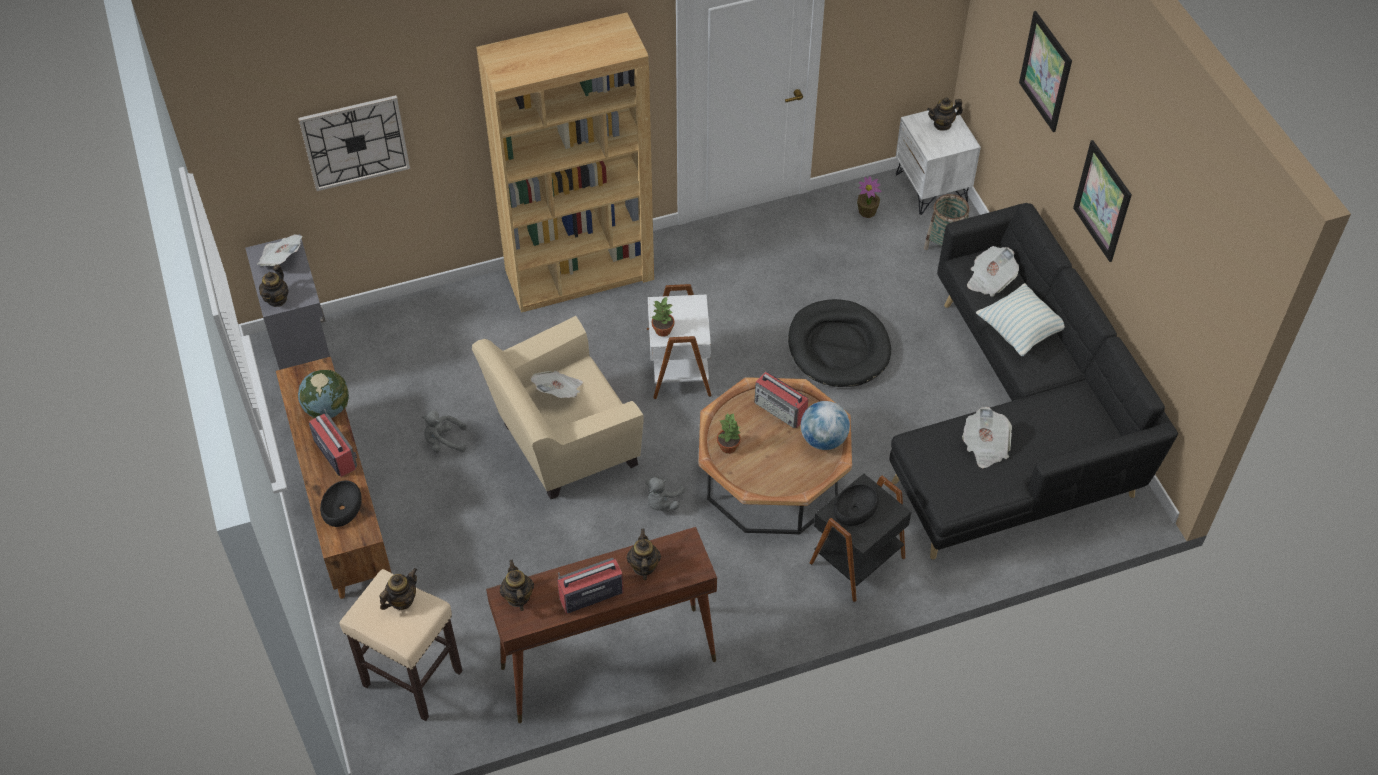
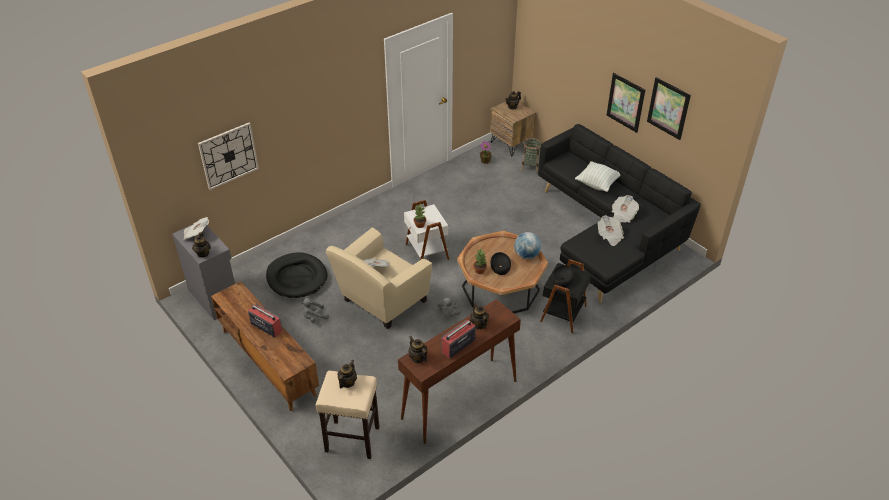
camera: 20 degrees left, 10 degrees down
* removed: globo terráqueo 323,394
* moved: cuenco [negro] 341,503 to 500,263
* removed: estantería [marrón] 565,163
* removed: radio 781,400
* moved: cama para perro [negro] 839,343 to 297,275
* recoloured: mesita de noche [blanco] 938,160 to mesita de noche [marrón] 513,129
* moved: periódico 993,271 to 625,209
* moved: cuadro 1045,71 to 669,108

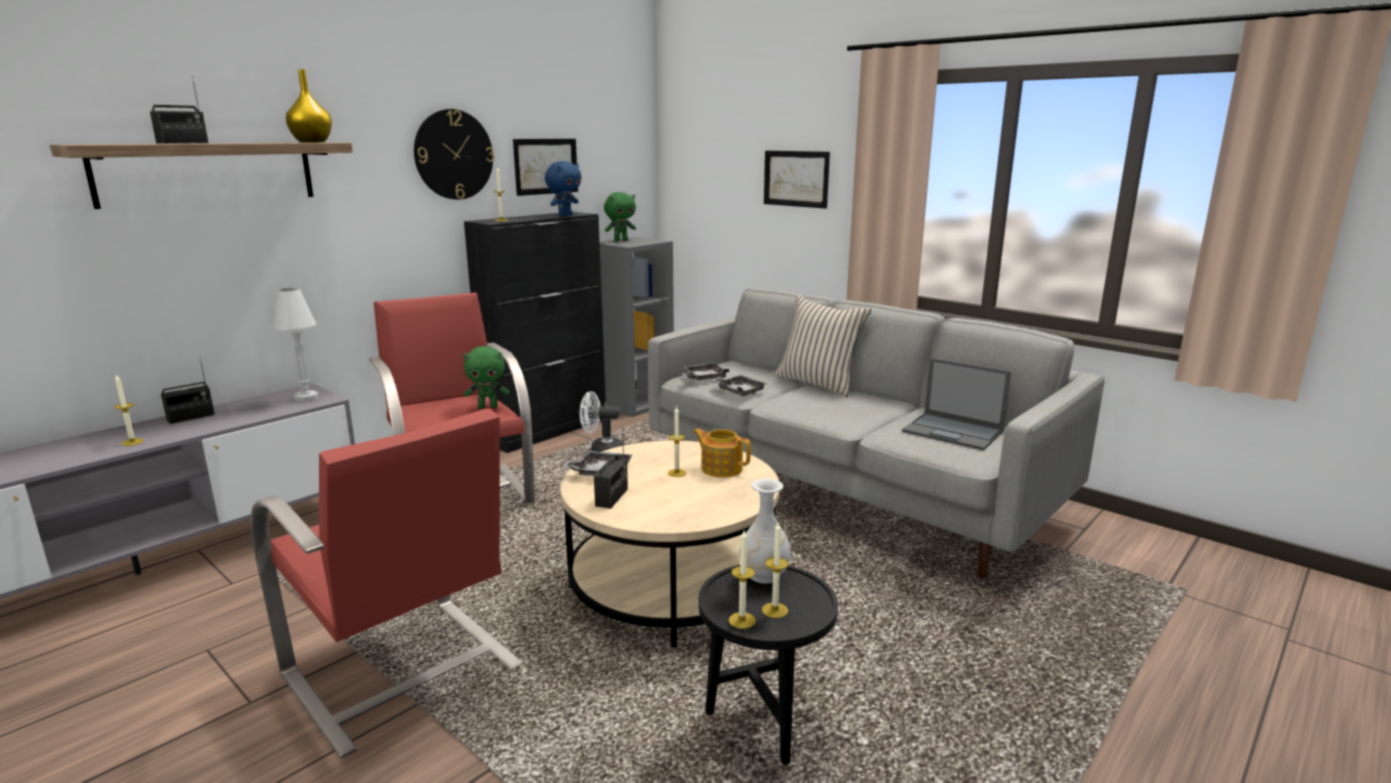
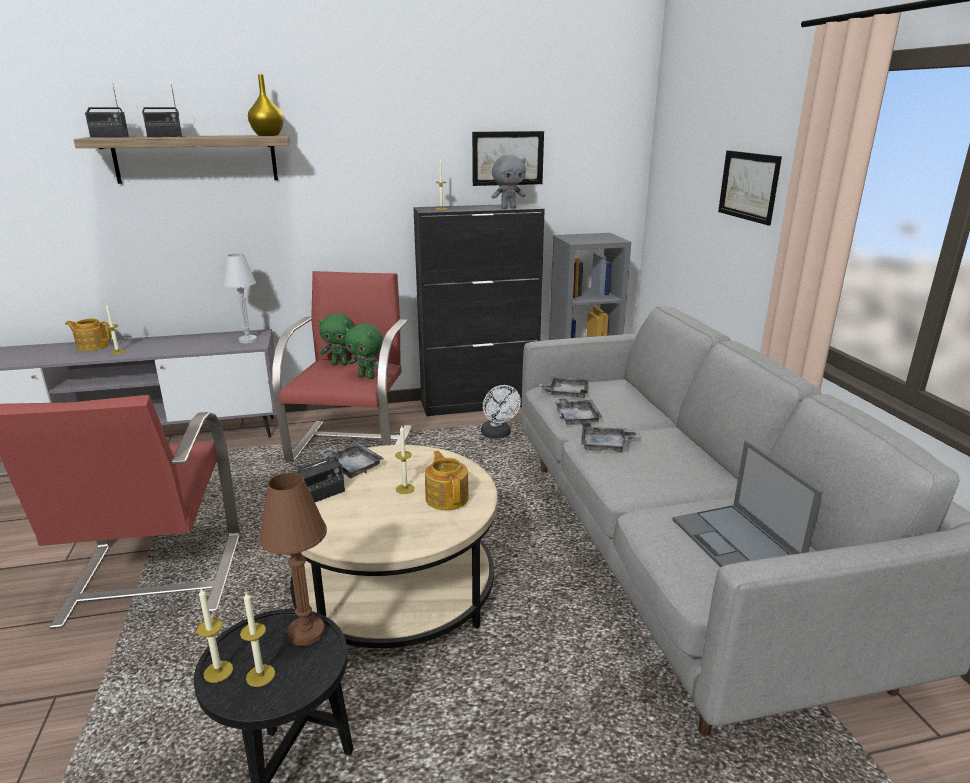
camera: 35 degrees right, 5 degrees up
* moved: radio 188,391 to 107,112
* removed: reloj de pared 454,154
* recoloured: peluche [azul] 563,188 to peluche [gris] 509,182
* turned: ventilador [blanco] 601,421 = 501,412 150 degrees counterclockwise
* moved: peluche [verde] 620,216 to 337,339
* replaced: florero [blanco] 765,531 to lámpara de mesa [marrón] 293,559
* removed: cojín [beis] 823,346
* added: tetera 88,335
* added: bandeja [gris] 610,437

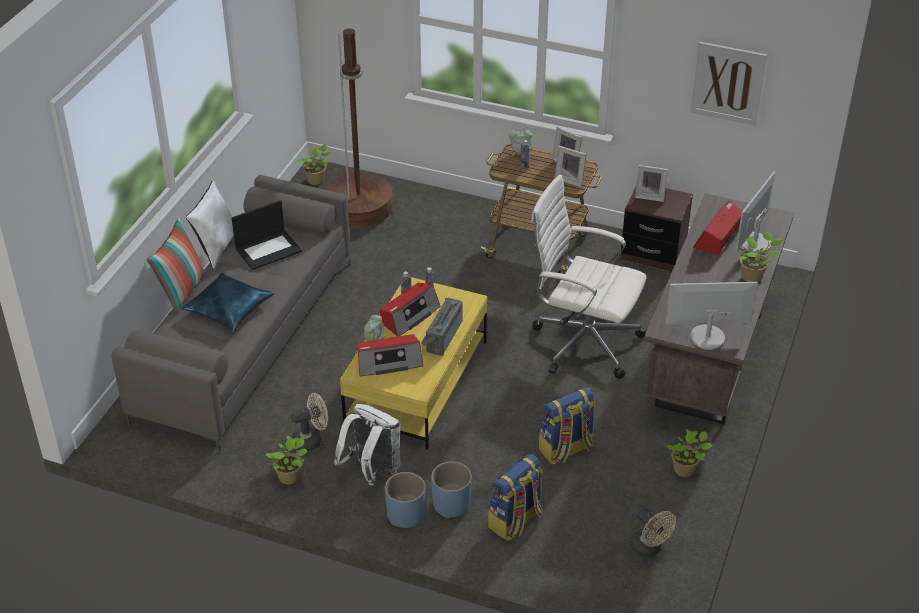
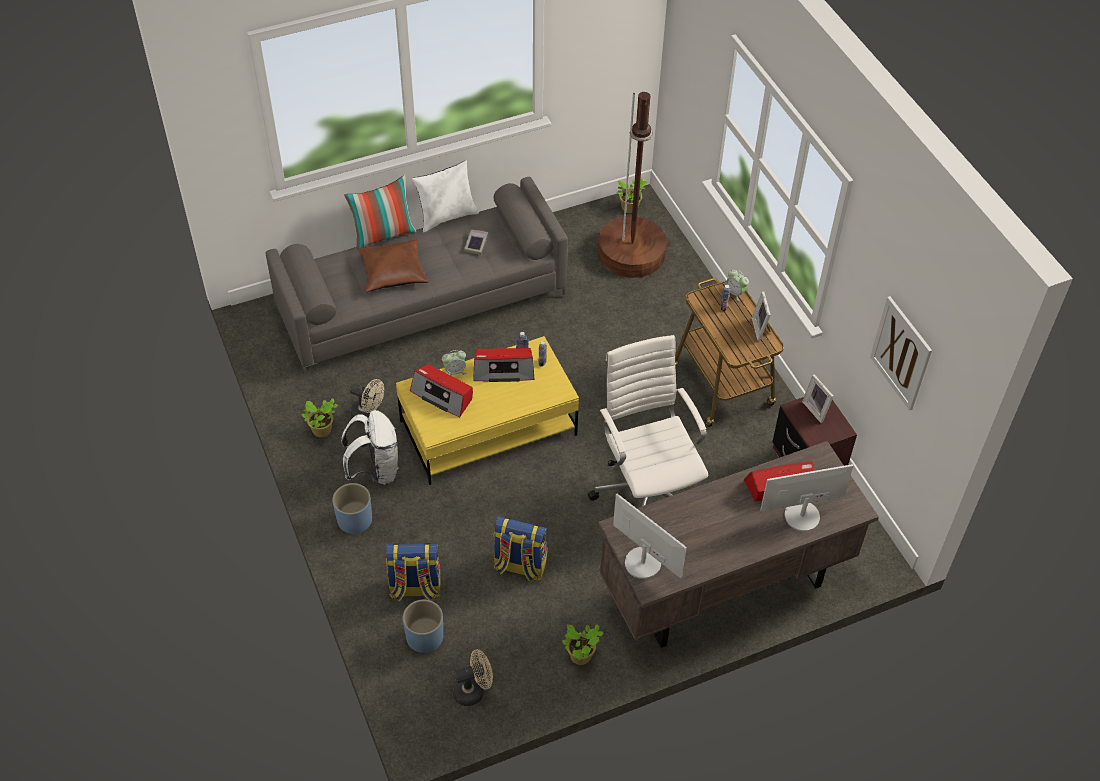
camera: 45 degrees right, 10 degrees up
* recoloured: cojín [azul] 228,302 to cojín [marrón] 393,266
* replaced: portátil 267,235 to libro 476,242
* removed: radio 441,327
* moved: maceta [azul] 451,489 to 423,626
* removed: portarretratos 571,166
* turned: ventilador [beis] 652,532 = 473,677 120 degrees counterclockwise
* removed: planta en maceta 760,256

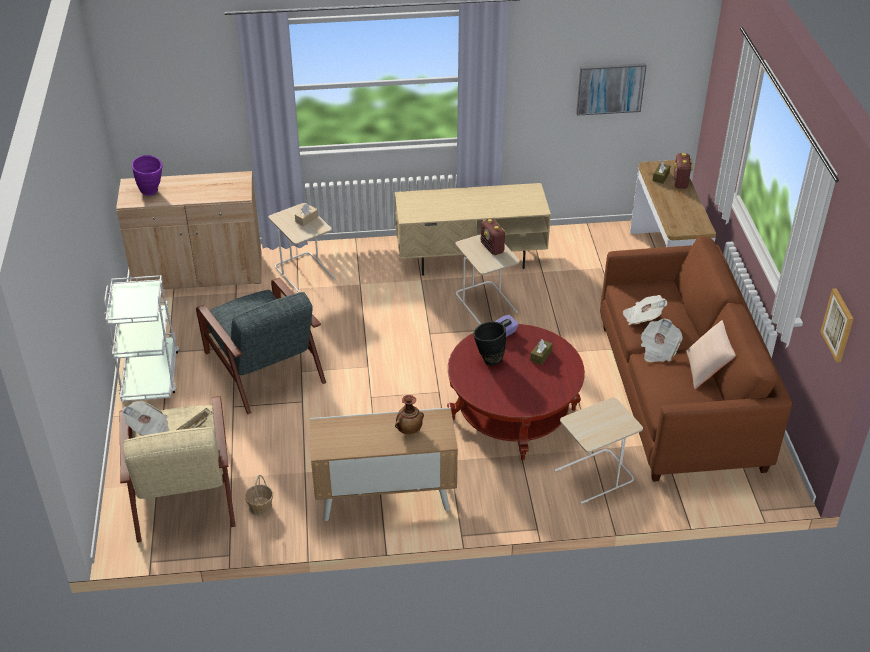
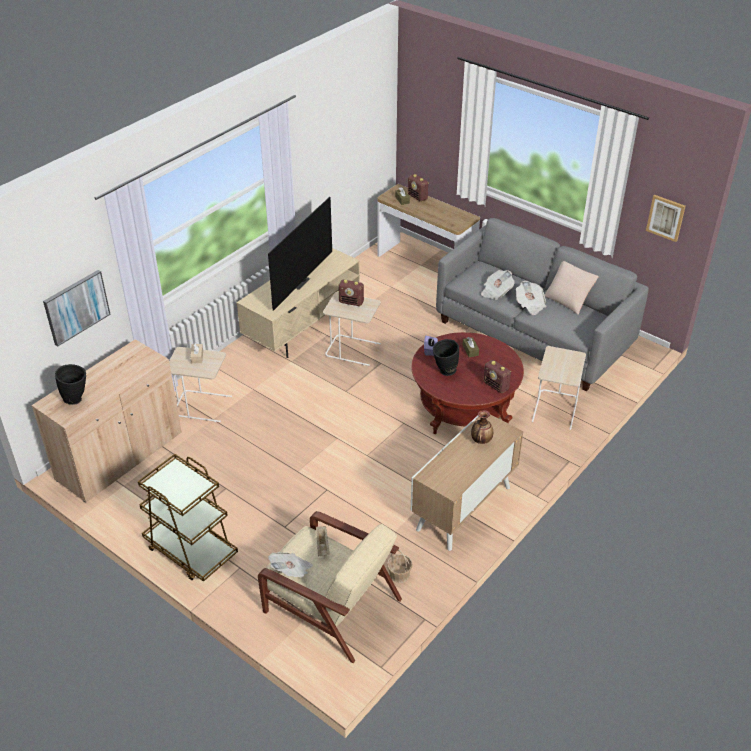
camera: 45 degrees left, 0 degrees up
* recoloured: carrito [blanco] 141,338 to carrito [marrón] 188,518
* recoloured: florero [morado] 147,175 to florero [negro] 70,384
* removed: sillón [gris] 261,346
* moved: cuadro 611,89 to 77,308
* recoloured: sofá [marrón] 696,359 to sofá [gris] 542,304
* added: televisor 300,254
* added: radio 497,376

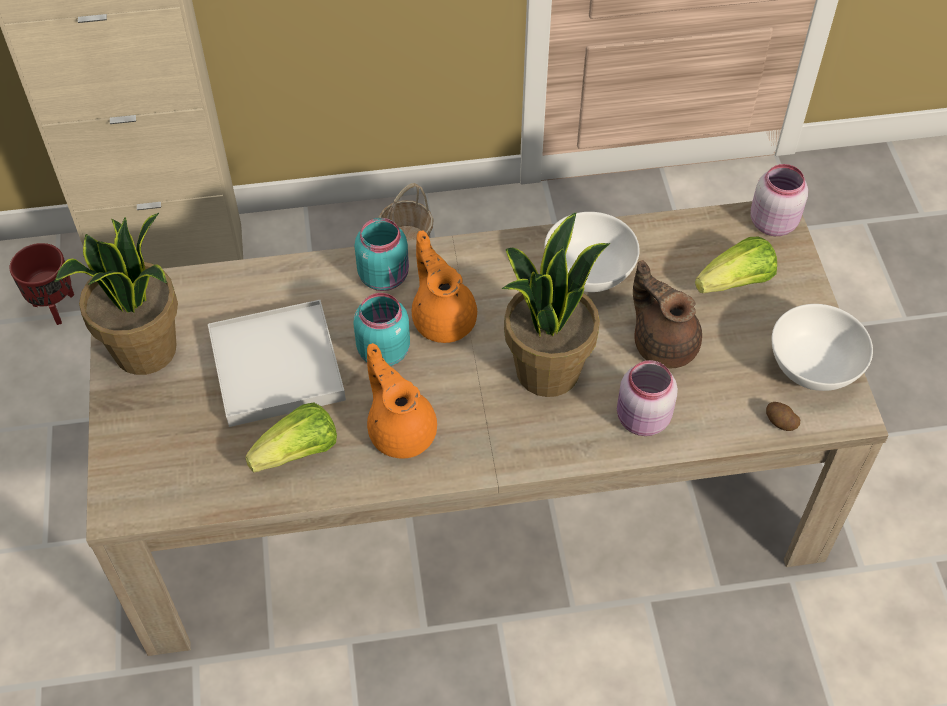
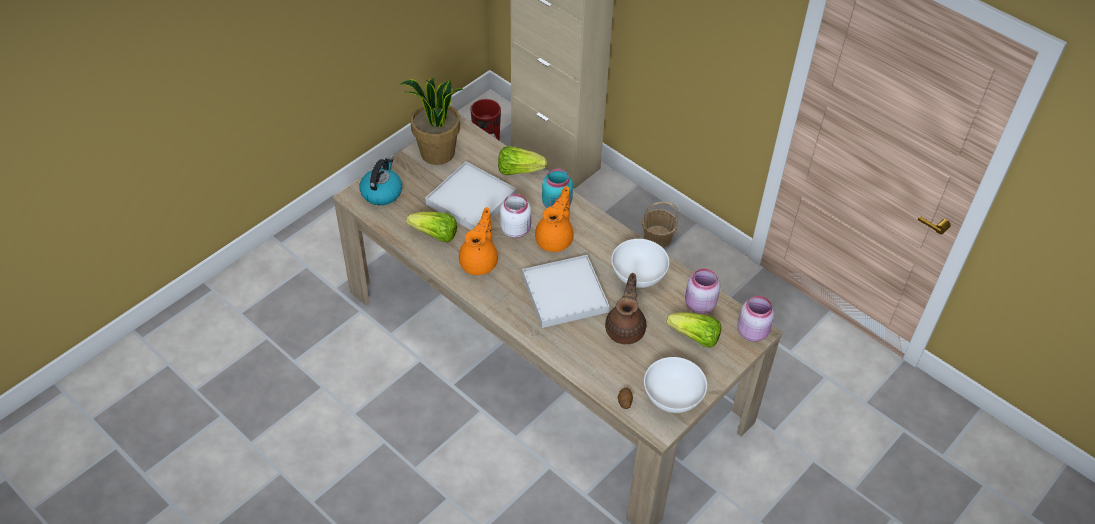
camera: 50 degrees right, 5 degrees down
* recoloured: tarro [turquesa] 381,329 to tarro [blanco] 515,216
* replaced: planta en maceta 555,304 to bandeja [blanco] 565,291
* moved: tarro [rosa] 647,398 to 702,291
* added: hervidor 380,181
* added: lechuga 522,160

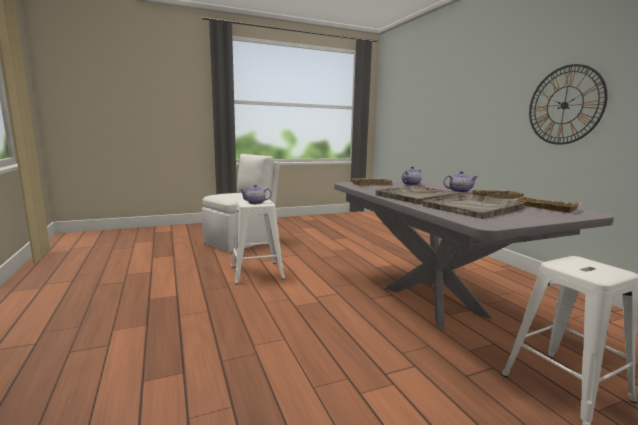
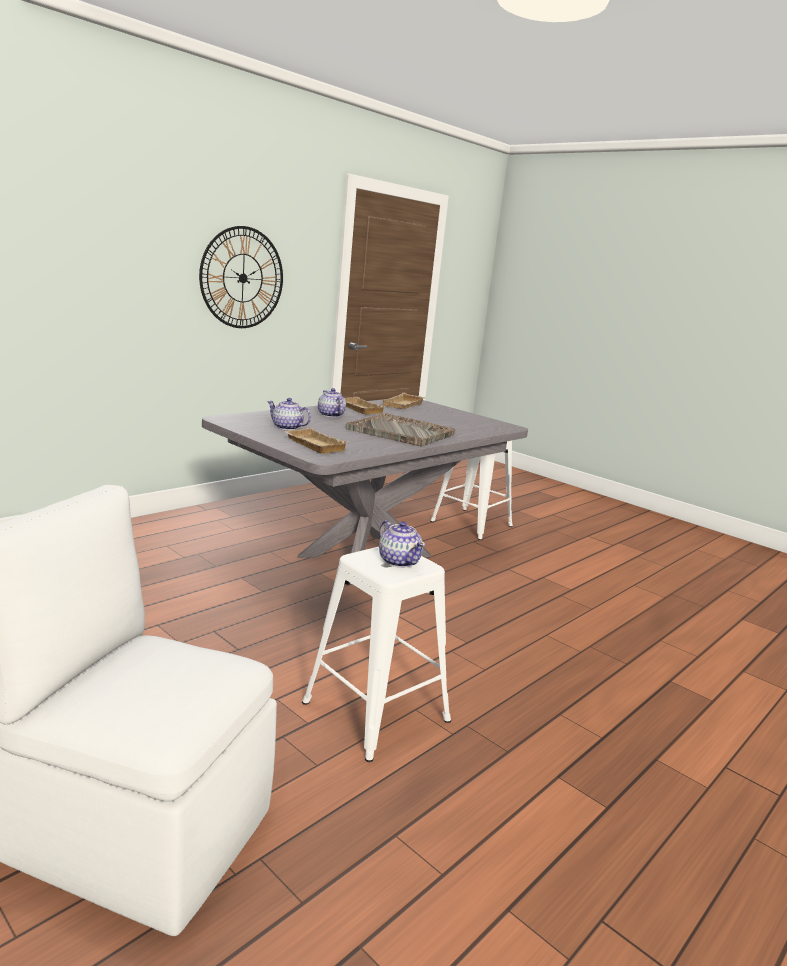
camera: 115 degrees left, 5 degrees up
* removed: bandeja [gris] 474,206

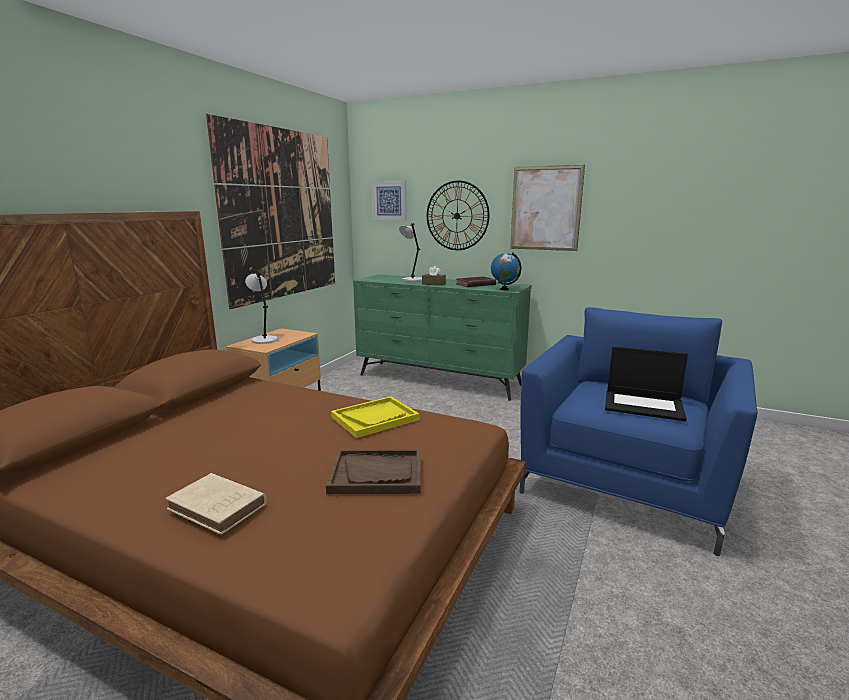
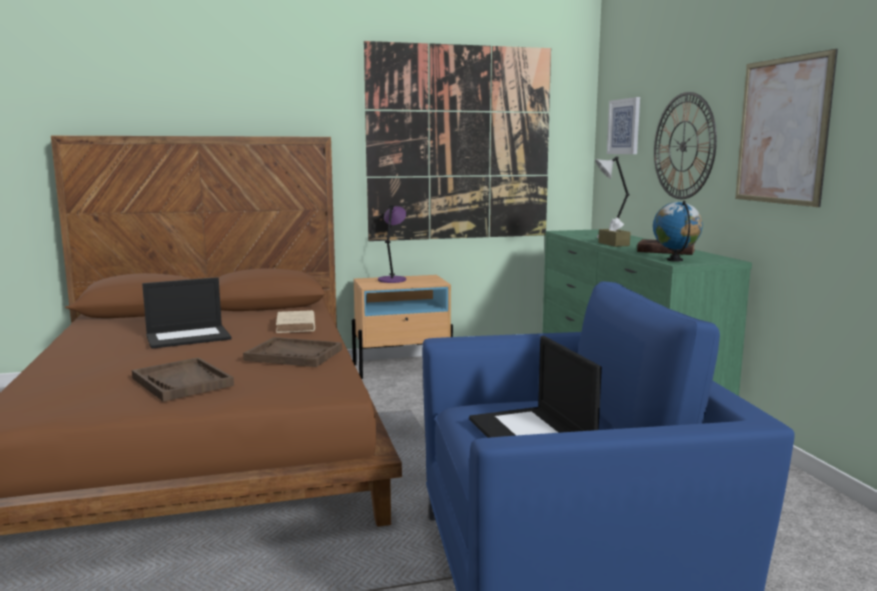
camera: 50 degrees right, 5 degrees down
* moved: libro [beis] 216,504 to 295,321
* recoloured: lámpara de mesa [gris] 261,308 to lámpara de mesa [morado] 392,244
* recoloured: bandeja [amarillo] 375,417 to bandeja [marrón] 292,352
* added: portátil 187,313

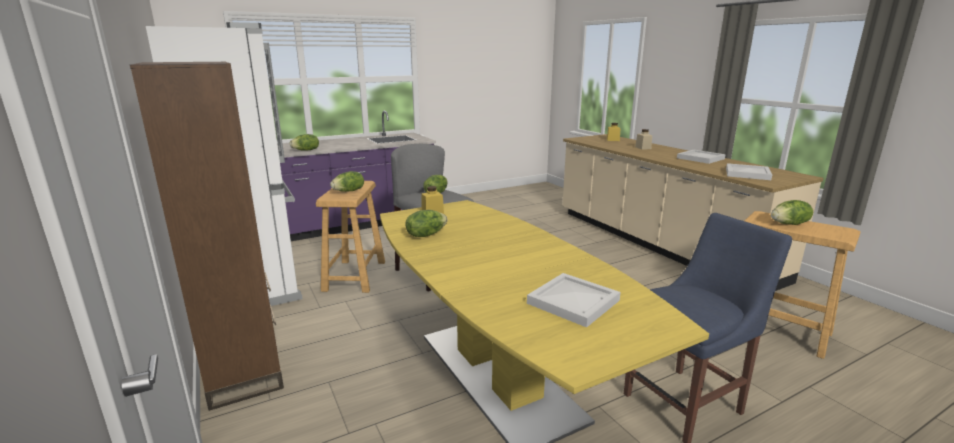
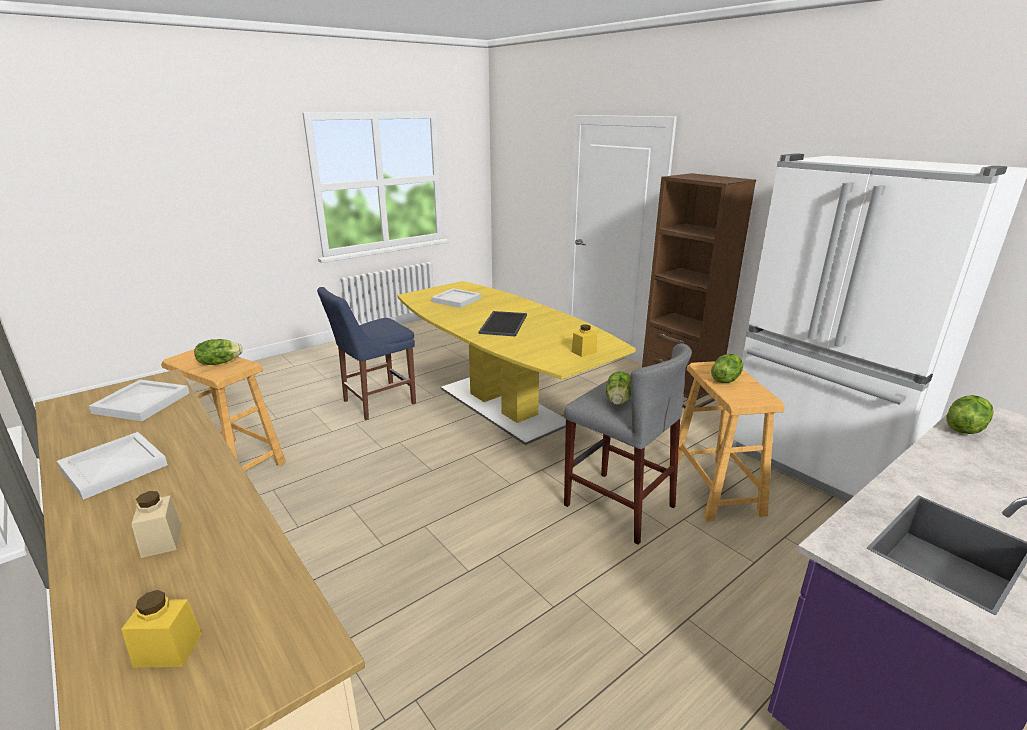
camera: 170 degrees right, 5 degrees up
* removed: lechuga 426,223
* added: bandeja 502,324

